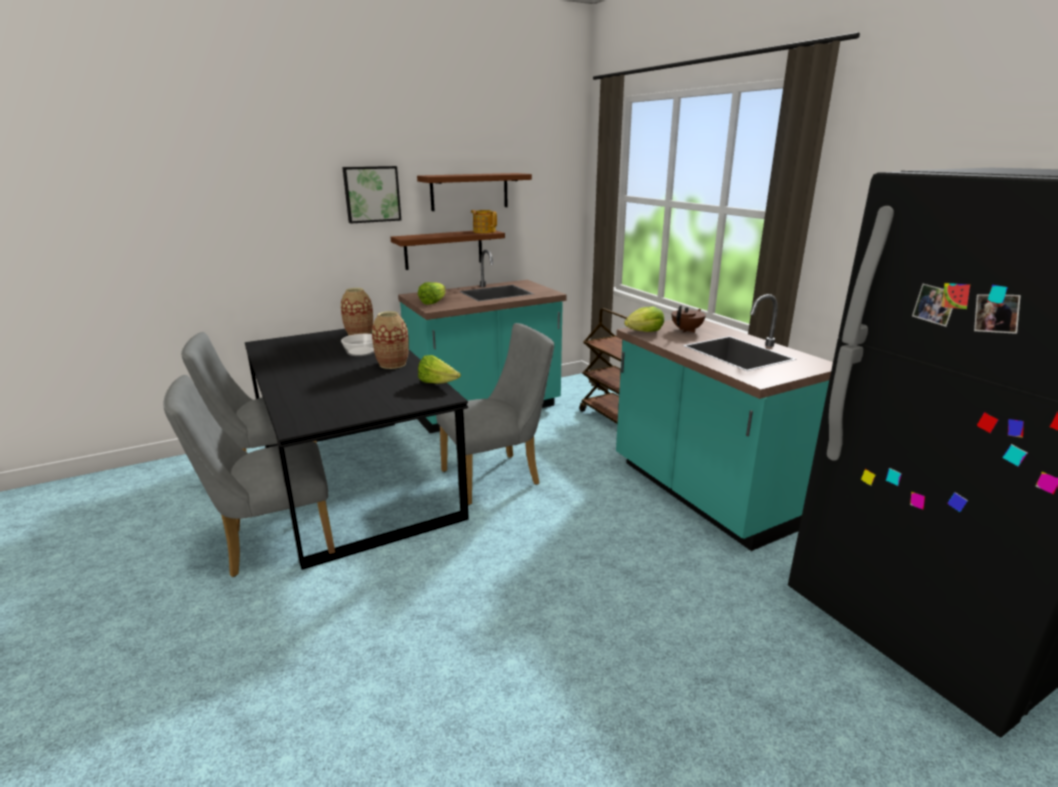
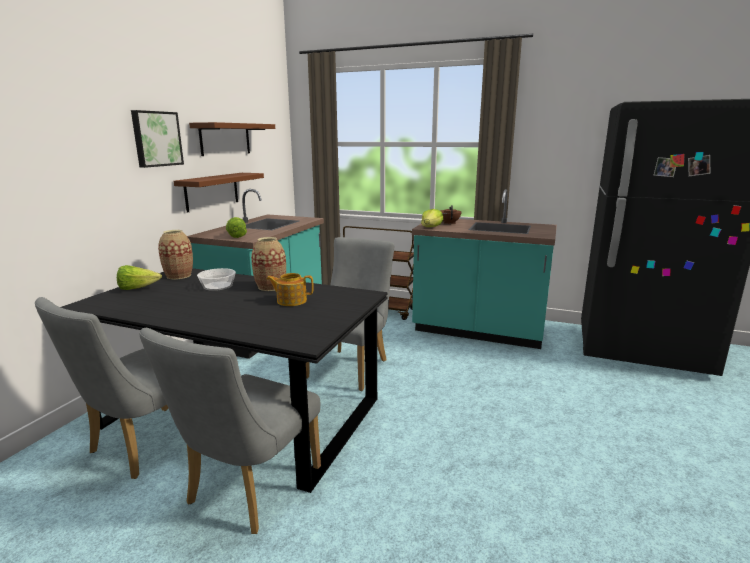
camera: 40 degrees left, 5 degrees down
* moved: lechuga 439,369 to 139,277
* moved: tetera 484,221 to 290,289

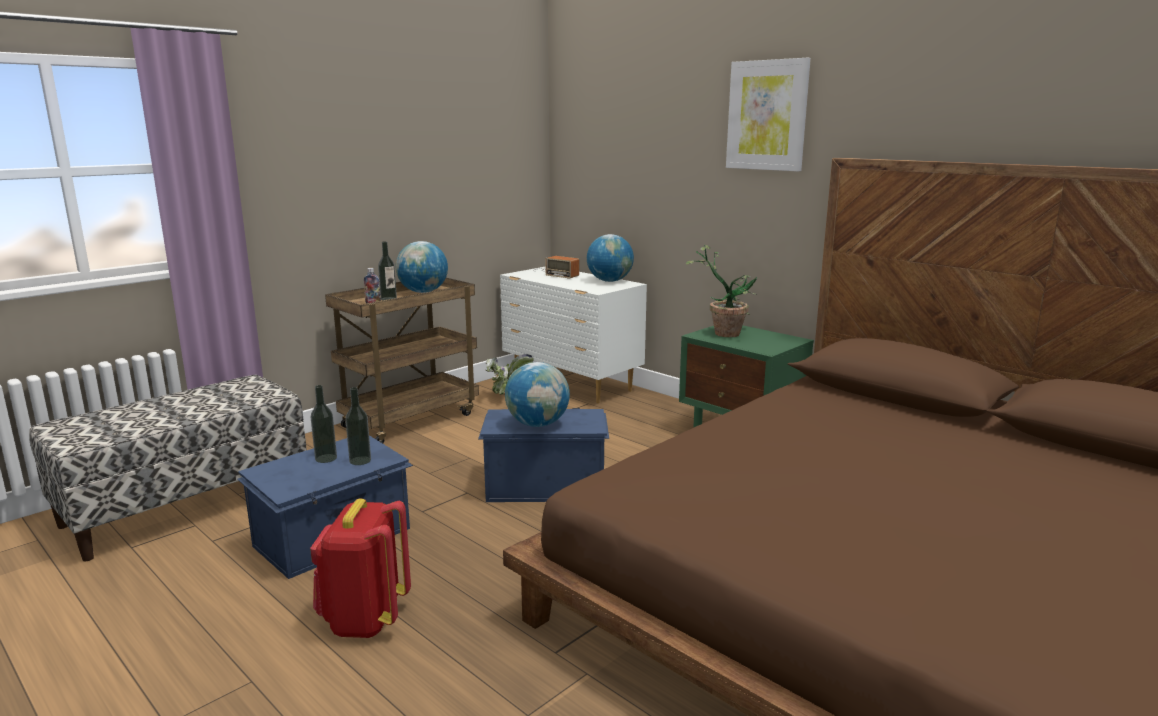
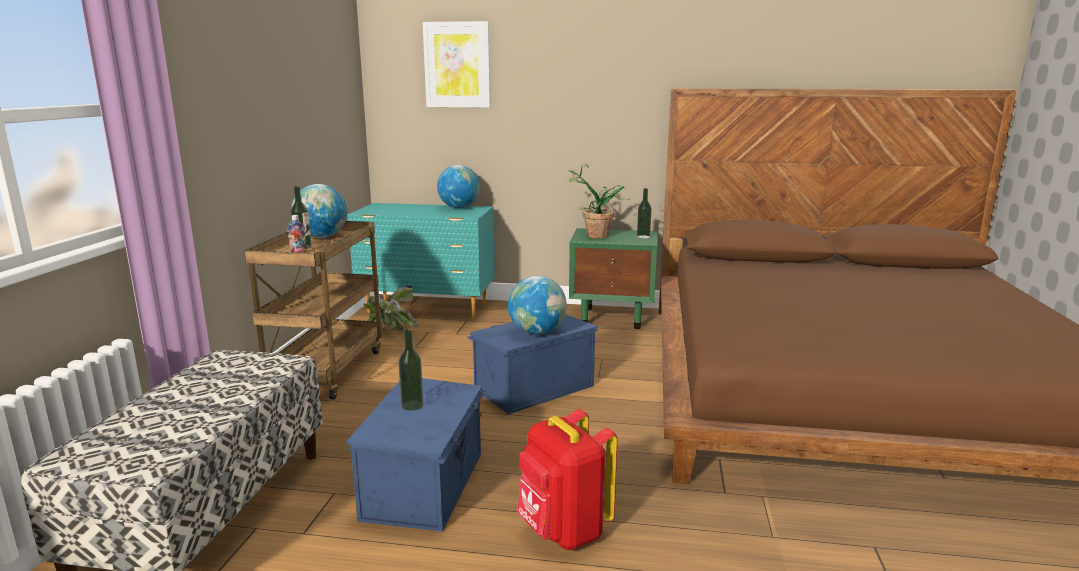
camera: 35 degrees left, 0 degrees up
* moved: botella 358,426 to 644,213
* recoloured: cómoda [blanco] 573,335 to cómoda [turquesa] 421,261
* removed: radio 556,267
* moved: cuadro 768,114 to 457,64

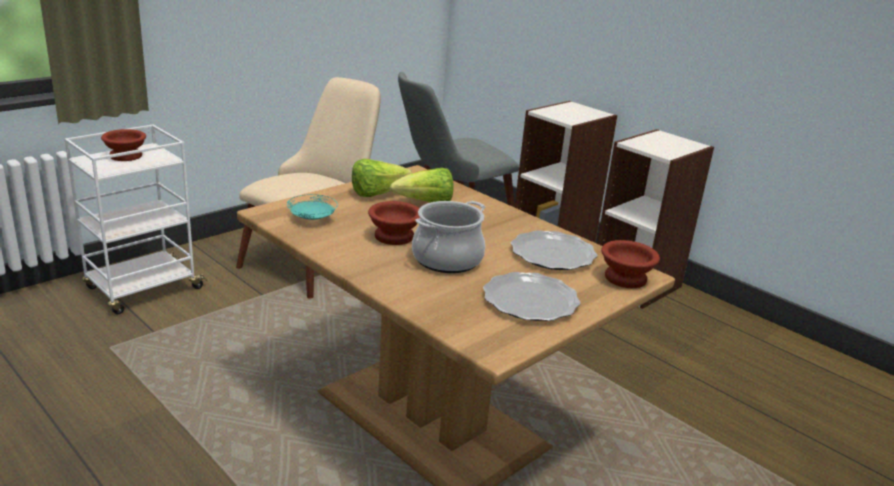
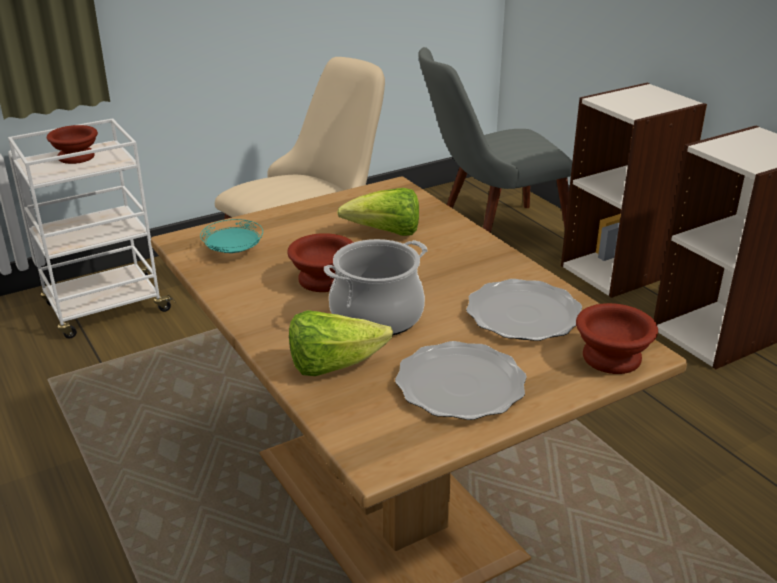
camera: 15 degrees right, 5 degrees up
* moved: lechuga 382,178 to 341,343

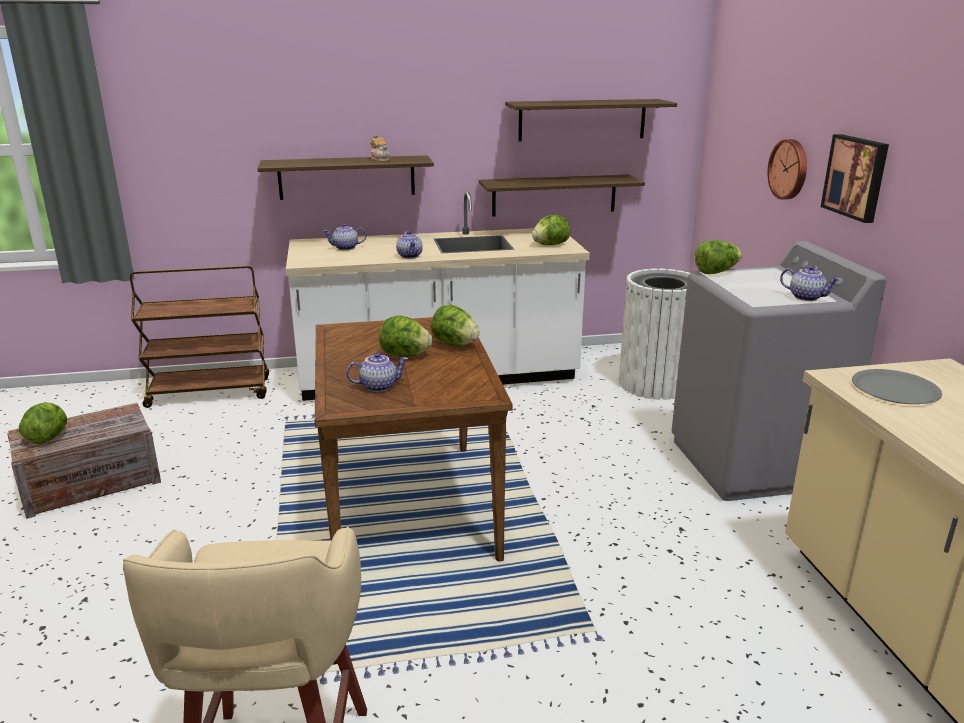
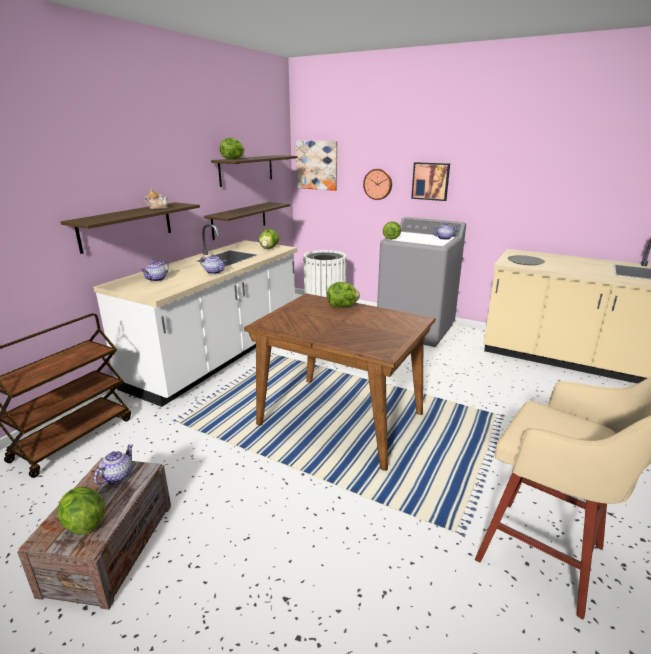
camera: 50 degrees left, 0 degrees up
* moved: tetera 377,372 to 113,464
* moved: lechuga 405,336 to 232,148
* added: cuadro 317,166

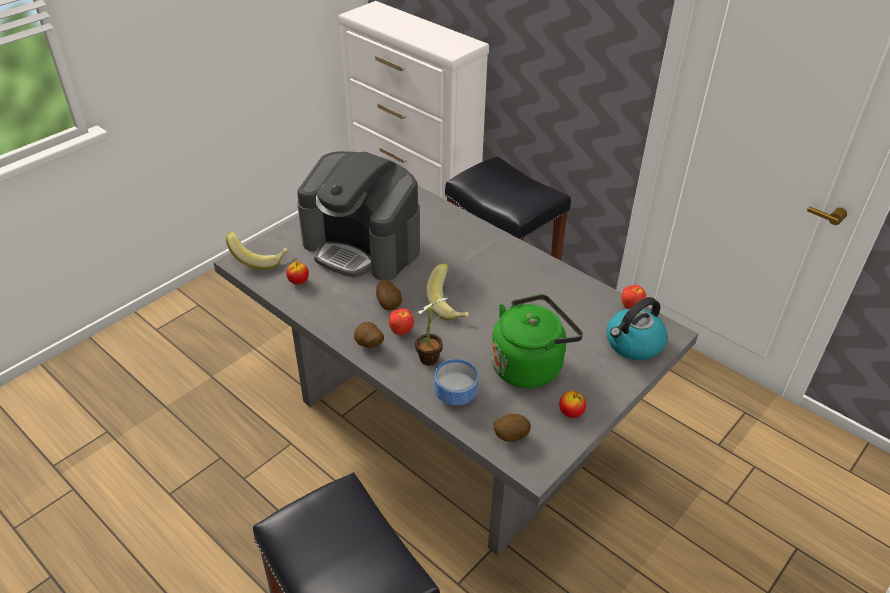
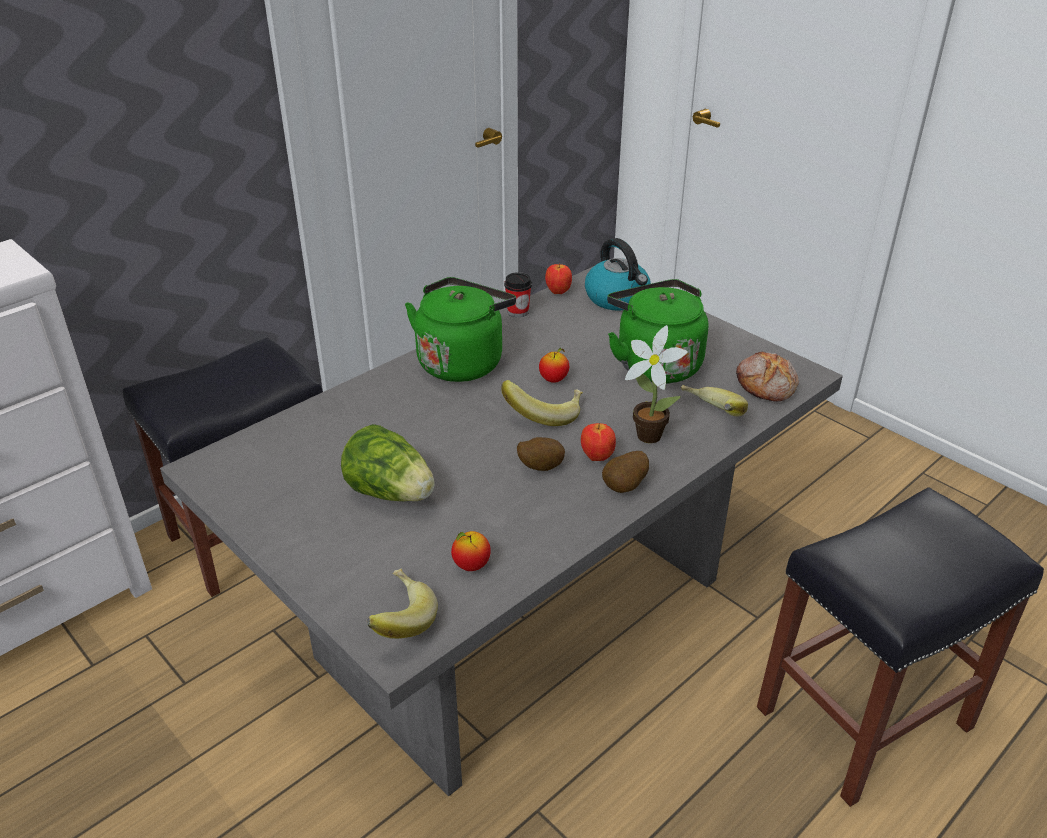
camera: 85 degrees left, 5 degrees down
* replaced: cafetera 358,216 to lechuga 388,462
* replaced: cuenco 456,382 to plátano 714,401
* replaced: patata 512,428 to pan 767,376
* moved: manzana 572,404 to 554,365
* added: hervidor [verde] 460,329
* added: taza 518,295

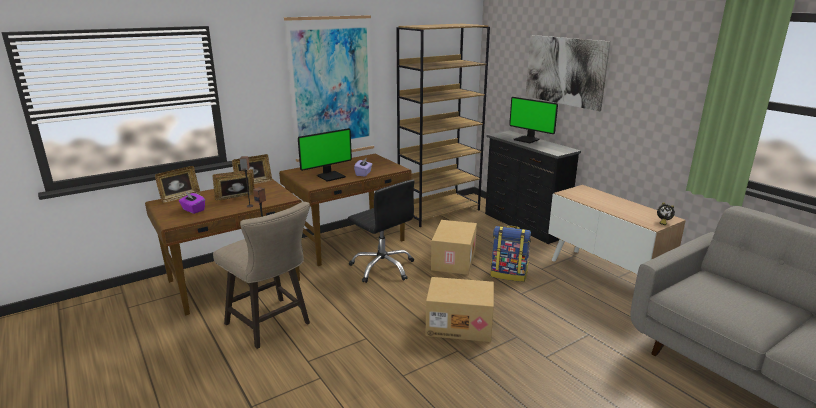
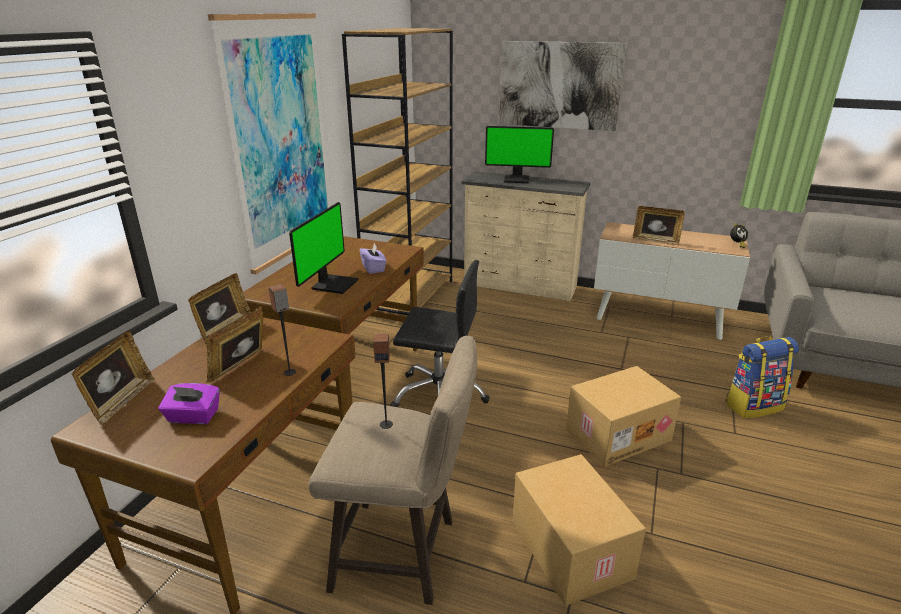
camera: 35 degrees left, 5 degrees up
* moved: caja de cartón 454,247 to 579,530
* recoloured: cómoda [negro] 533,187 to cómoda [beis] 526,236
* moved: mochila 511,254 to 762,377
* added: portarretratos 659,225

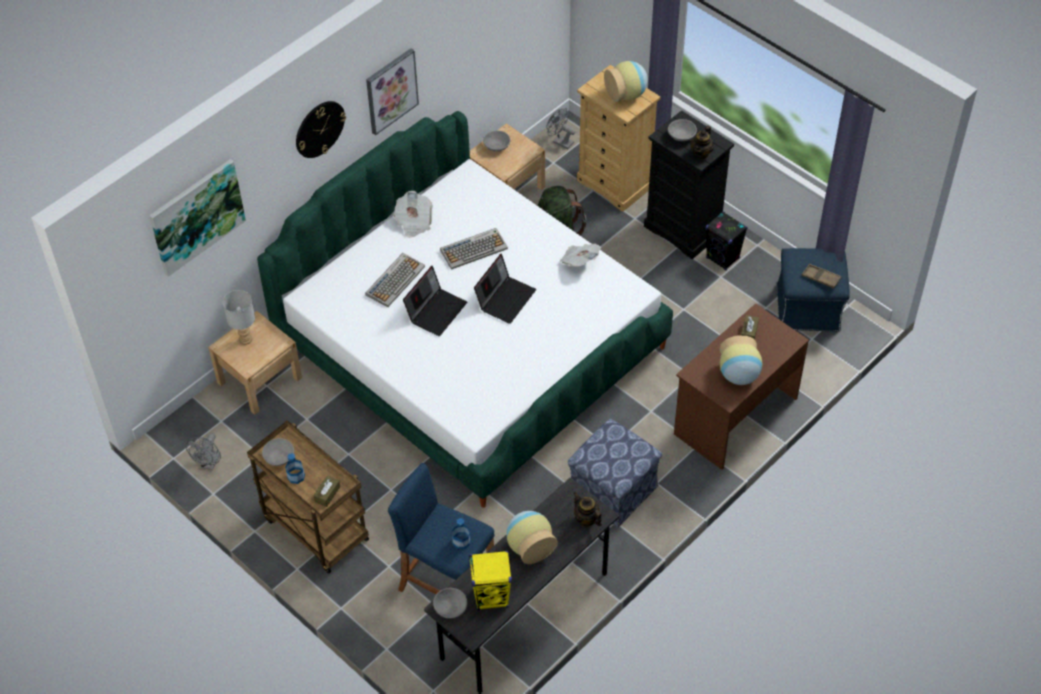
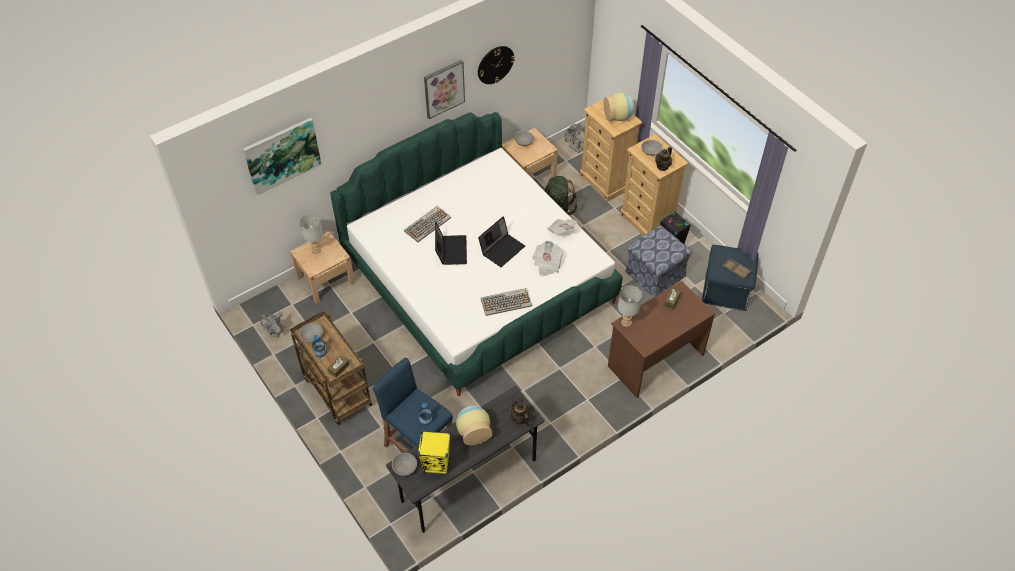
camera: 10 degrees right, 0 degrees up
* moved: reloj de pared 321,129 to 496,65
* moved: periódico 413,214 to 548,258
* turned: portátil 435,301 = 451,243 45 degrees counterclockwise
* moved: teclado 474,249 to 506,302
* moved: puf 615,473 to 658,261
* recoloured: cómoda [negro] 689,184 to cómoda [beis] 654,185
* removed: florero 741,360
* added: lámpara de mesa [gris] 630,306

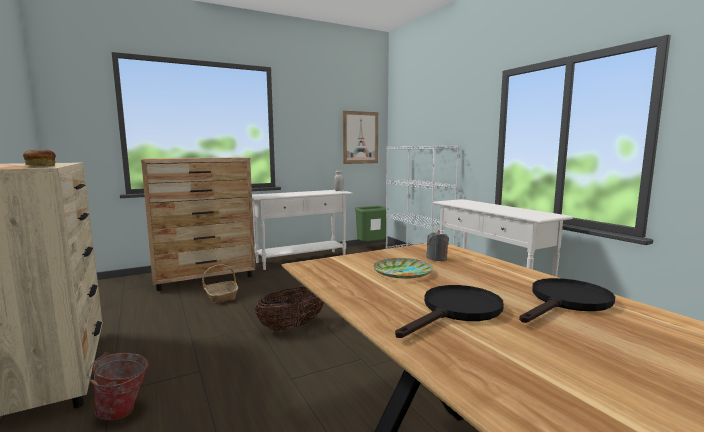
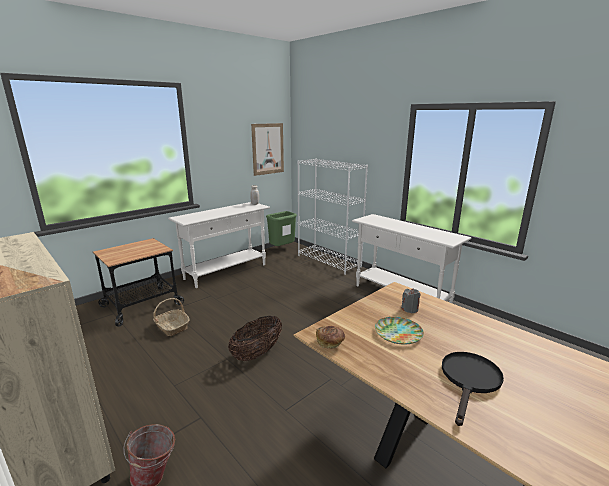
camera: 15 degrees left, 10 degrees up
* moved: pan 39,158 to 330,337
* replaced: cómoda [marrón] 198,224 to carrito 138,282
* removed: sartén [negro] 567,300

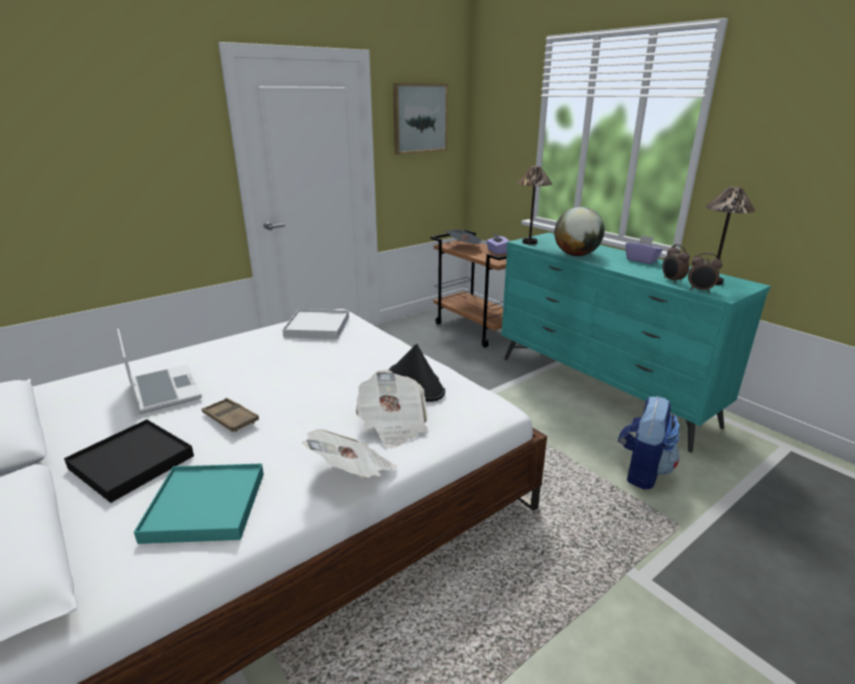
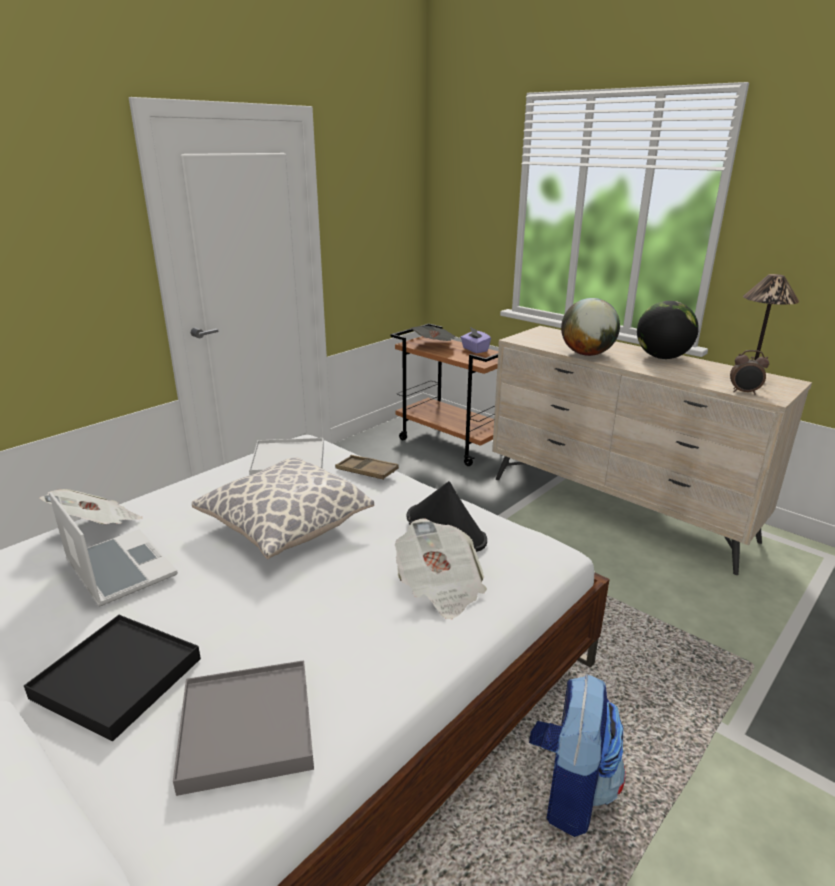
camera: 10 degrees left, 0 degrees up
* recoloured: bandeja [turquesa] 199,504 to bandeja [gris] 243,728
* moved: bandeja [marrón] 230,415 to 367,467
* moved: periódico 349,453 to 91,506
* removed: cuadro 420,119
* recoloured: cómoda [turquesa] 636,343 to cómoda [beis] 652,450
* removed: lámpara de mesa 534,205
* moved: mochila 649,442 to 577,755
* replaced: caja de pañuelos [morado] 644,249 to globo terráqueo 668,330
* removed: despertador 676,264
* added: cojín 283,508

